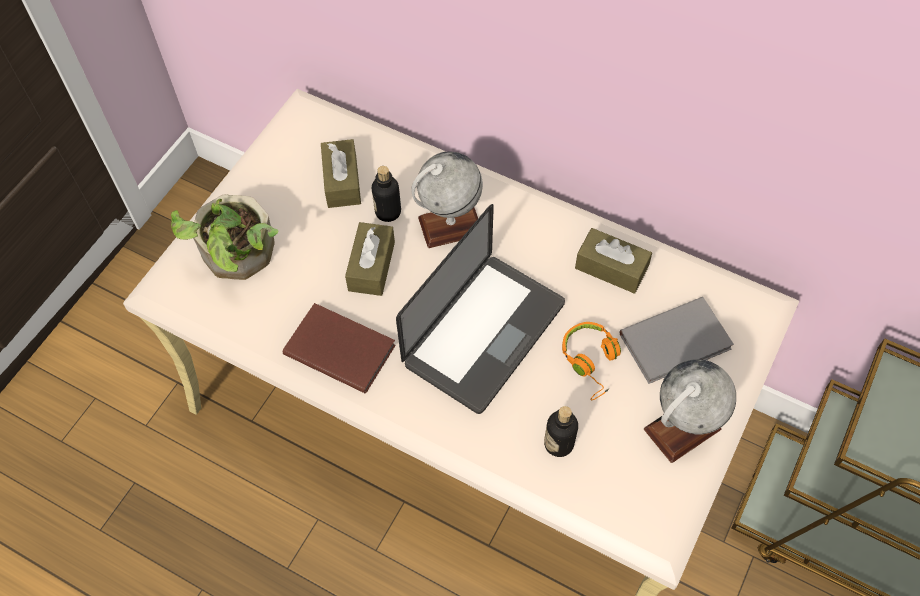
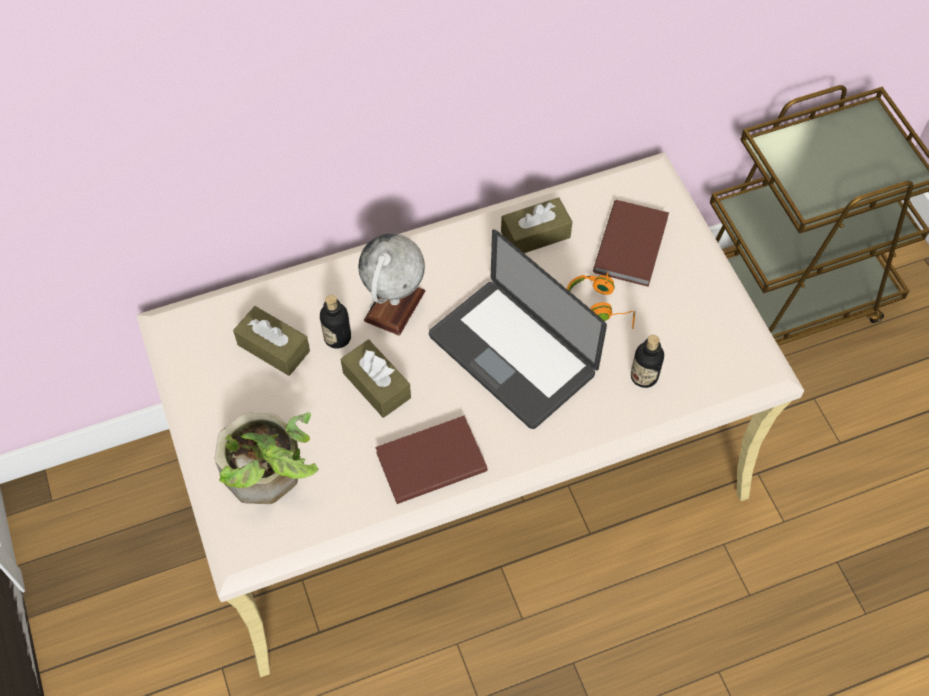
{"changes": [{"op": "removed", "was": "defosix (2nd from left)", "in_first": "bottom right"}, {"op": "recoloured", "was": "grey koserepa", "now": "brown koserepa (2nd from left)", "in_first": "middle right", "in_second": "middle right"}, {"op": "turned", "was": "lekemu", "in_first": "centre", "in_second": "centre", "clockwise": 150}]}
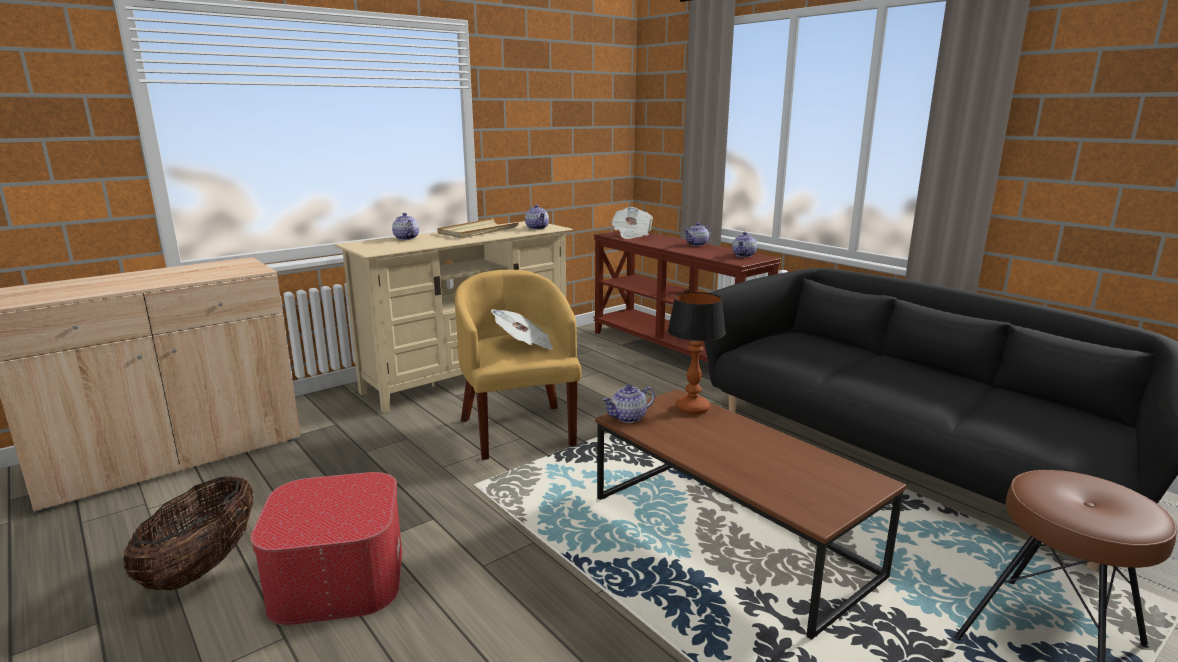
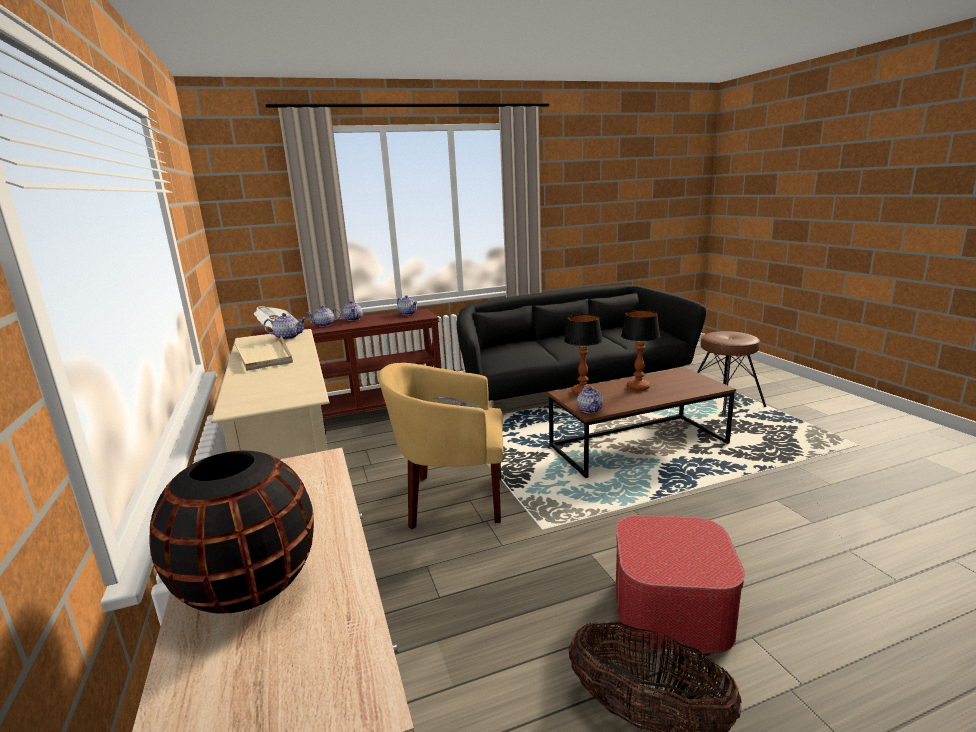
{"changes": [{"op": "added", "now": "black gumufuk", "in_second": "bottom left"}, {"op": "added", "now": "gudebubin (2nd from left)", "in_second": "centre"}, {"op": "moved", "was": "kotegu (1st from left in the first image)", "now": "kotegu (2nd from left)", "in_first": "centre", "in_second": "middle left"}]}
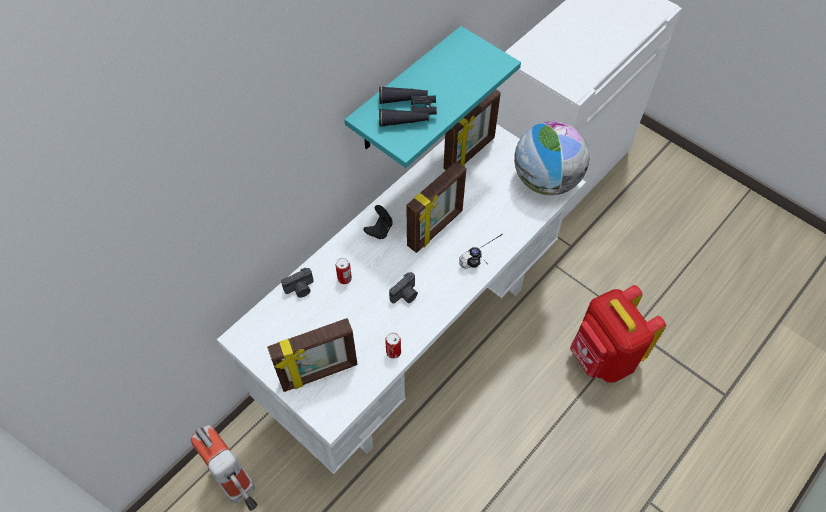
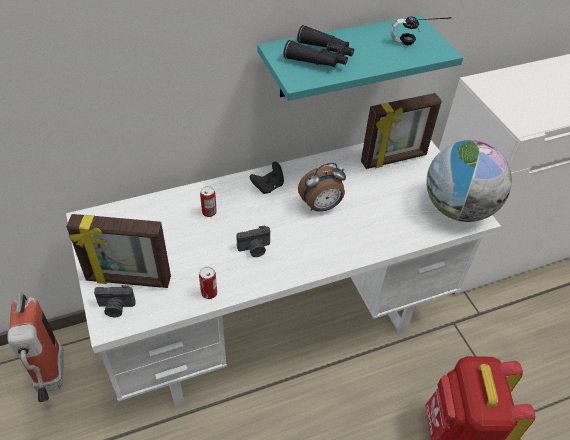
{"changes": [{"op": "moved", "was": "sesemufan (1st from left)", "in_first": "centre", "in_second": "bottom left"}, {"op": "moved", "was": "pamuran", "in_first": "centre", "in_second": "top right"}, {"op": "replaced", "was": "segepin (2nd from left)", "now": "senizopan", "in_first": "centre", "in_second": "centre"}]}
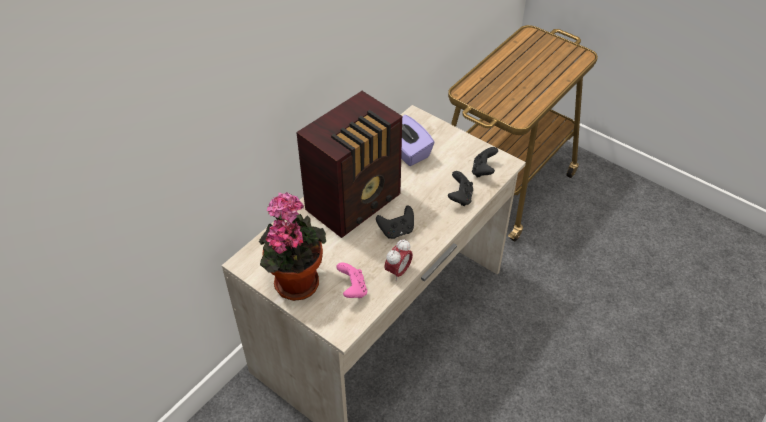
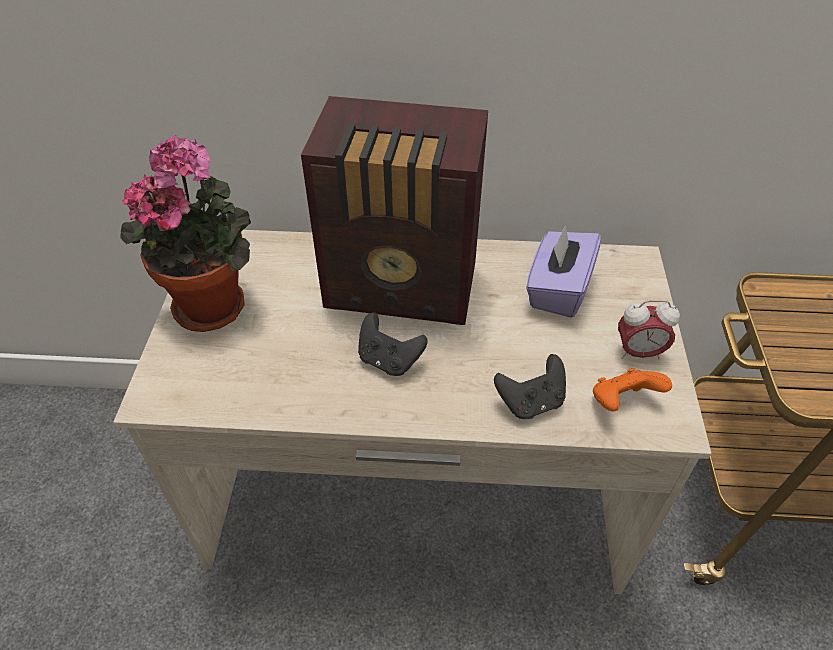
{"changes": [{"op": "removed", "was": "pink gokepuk", "in_first": "centre"}, {"op": "moved", "was": "senizopan", "in_first": "centre", "in_second": "middle right"}, {"op": "recoloured", "was": "black gokepuk (3rd from left)", "now": "orange gokepuk", "in_first": "centre", "in_second": "middle right"}]}
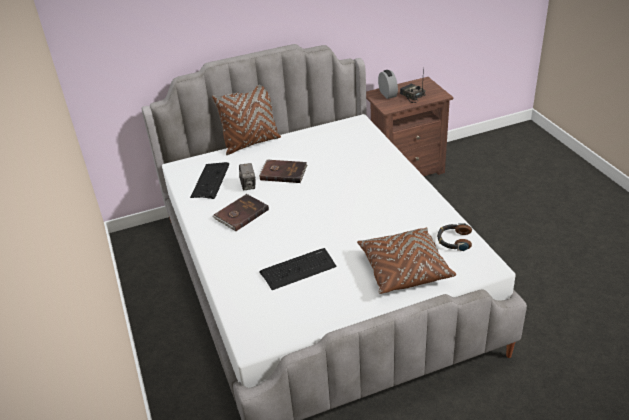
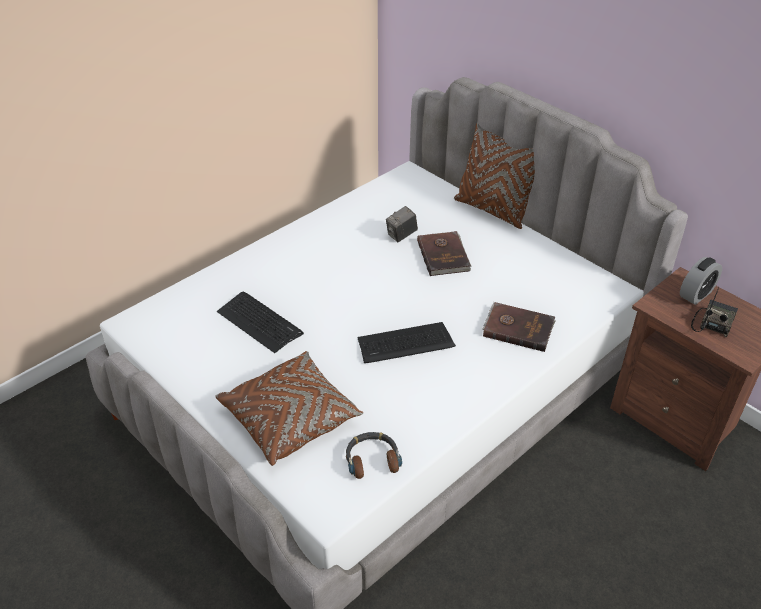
{"changes": [{"op": "moved", "was": "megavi (1st from left in the first image)", "now": "megavi (2nd from left)", "in_first": "middle left", "in_second": "centre"}, {"op": "moved", "was": "brown koserepa (1st from left in the first image)", "now": "brown koserepa (2nd from left)", "in_first": "centre", "in_second": "middle right"}]}
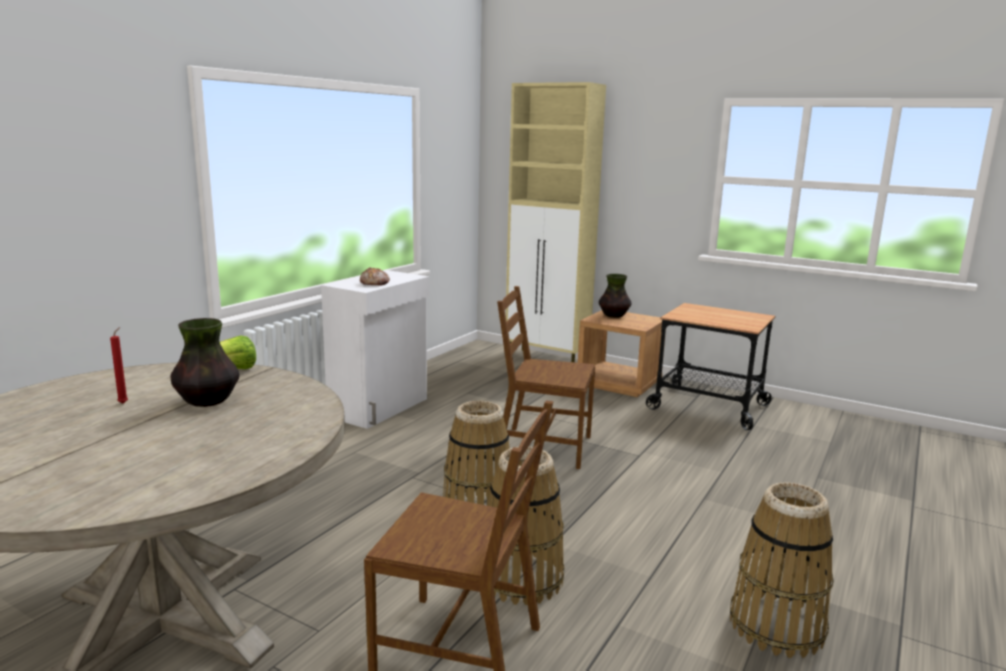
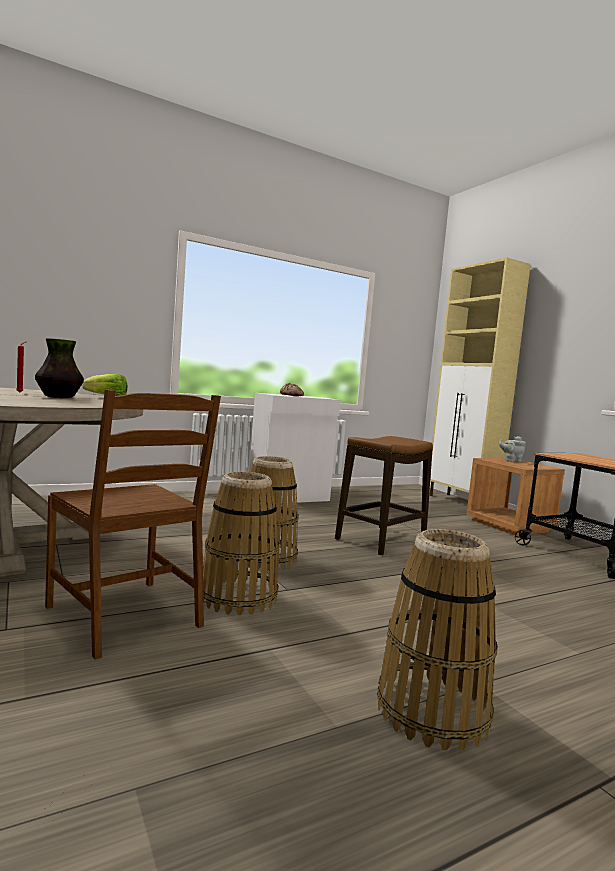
{"changes": [{"op": "replaced", "was": "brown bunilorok (2nd from left)", "now": "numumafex", "in_first": "centre", "in_second": "centre"}, {"op": "replaced", "was": "gumufuk (2nd from left)", "now": "grey kotegu", "in_first": "centre", "in_second": "middle right"}]}
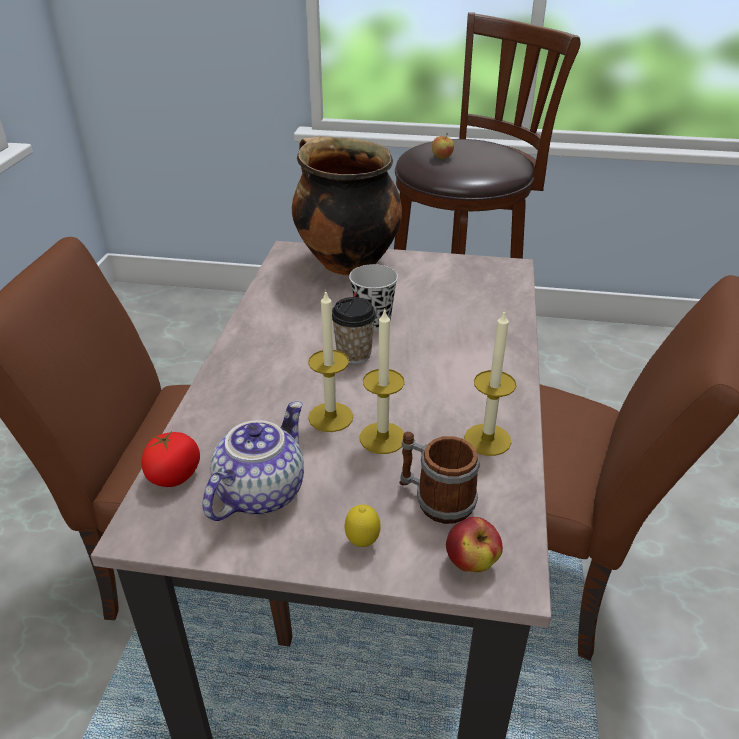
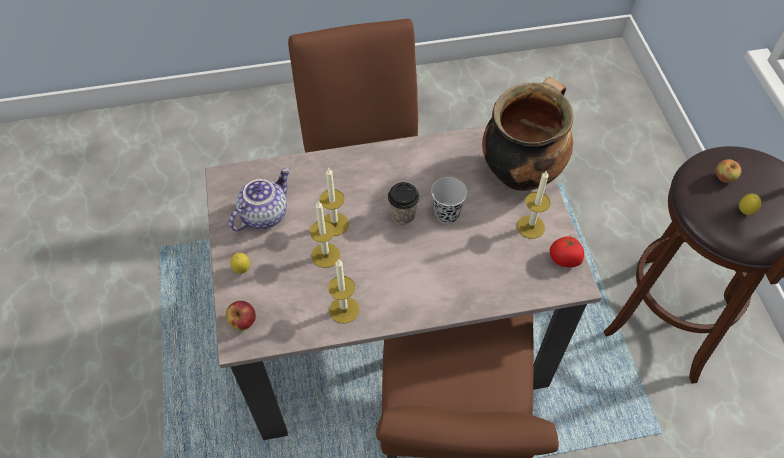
{"changes": [{"op": "removed", "was": "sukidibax", "in_first": "centre"}, {"op": "added", "now": "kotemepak (4th from left)", "in_second": "middle right"}, {"op": "added", "now": "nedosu (2nd from left)", "in_second": "middle right"}, {"op": "moved", "was": "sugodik", "in_first": "middle left", "in_second": "middle right"}, {"op": "turned", "was": "kotegu", "in_first": "centre", "in_second": "middle left", "clockwise": -60}]}
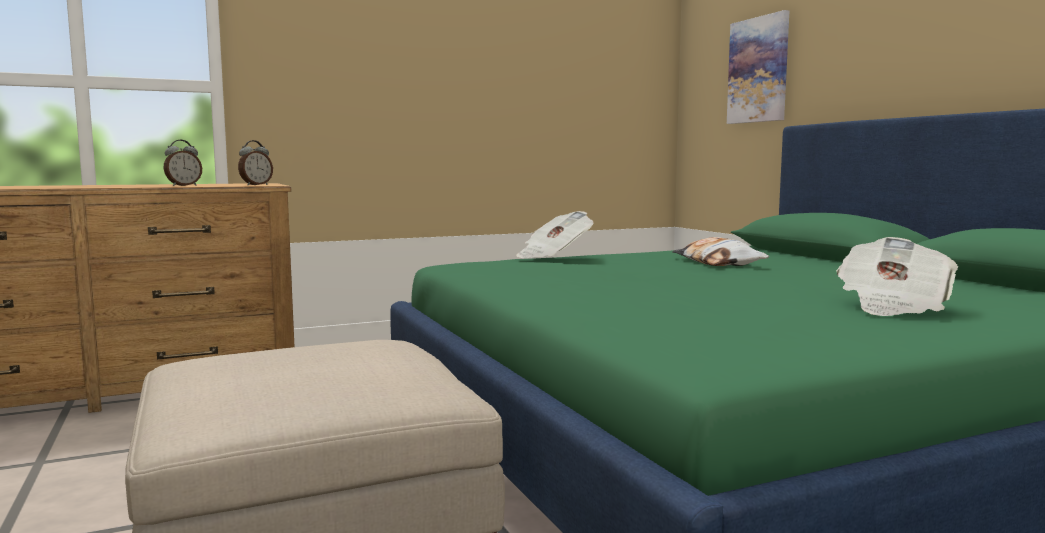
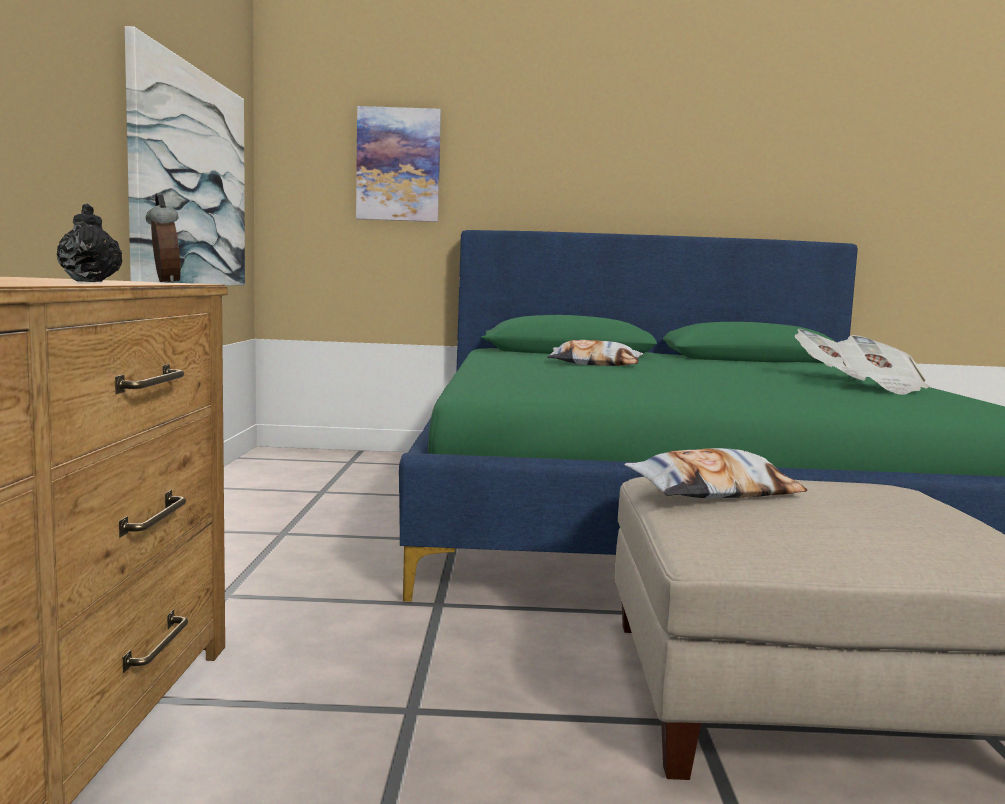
{"changes": [{"op": "added", "now": "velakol (1st from left)", "in_second": "top left"}, {"op": "added", "now": "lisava (2nd from left)", "in_second": "middle right"}, {"op": "moved", "was": "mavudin (1st from left in the first image)", "now": "mavudin (2nd from left)", "in_first": "centre", "in_second": "middle right"}, {"op": "replaced", "was": "senizopan (1st from left)", "now": "black kotegu", "in_first": "top left", "in_second": "top left"}]}
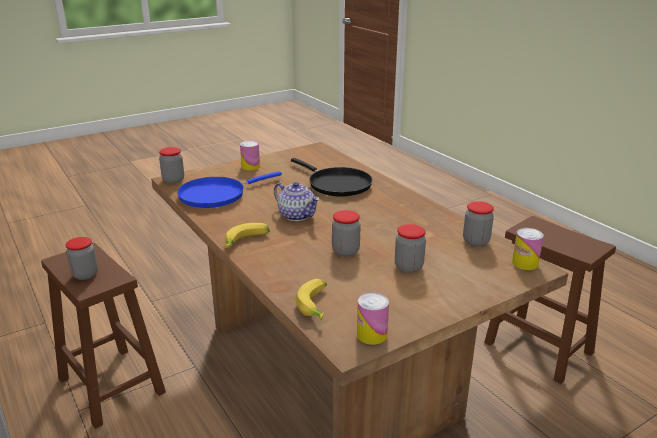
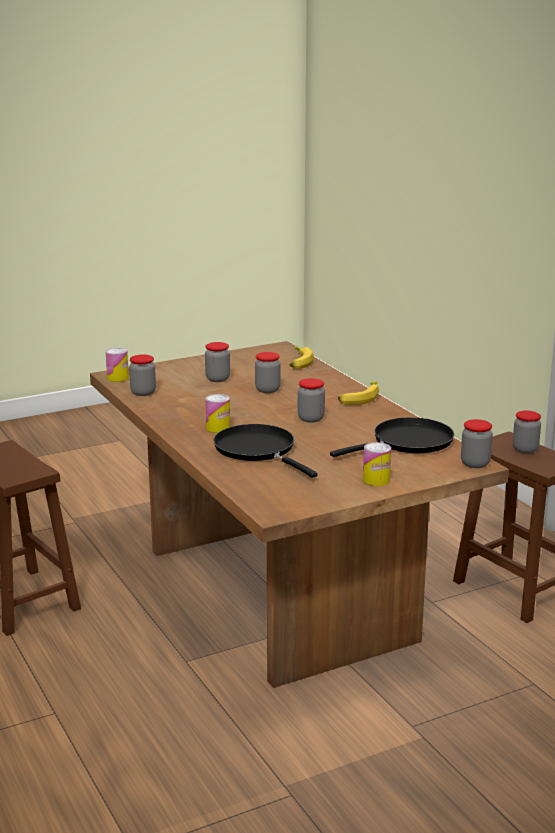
{"changes": [{"op": "moved", "was": "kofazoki (2nd from left)", "in_first": "bottom centre", "in_second": "centre"}, {"op": "replaced", "was": "kotegu", "now": "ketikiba (4th from left)", "in_first": "centre", "in_second": "centre"}, {"op": "recoloured", "was": "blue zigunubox", "now": "black zigunubox (2nd from left)", "in_first": "centre", "in_second": "middle right"}]}
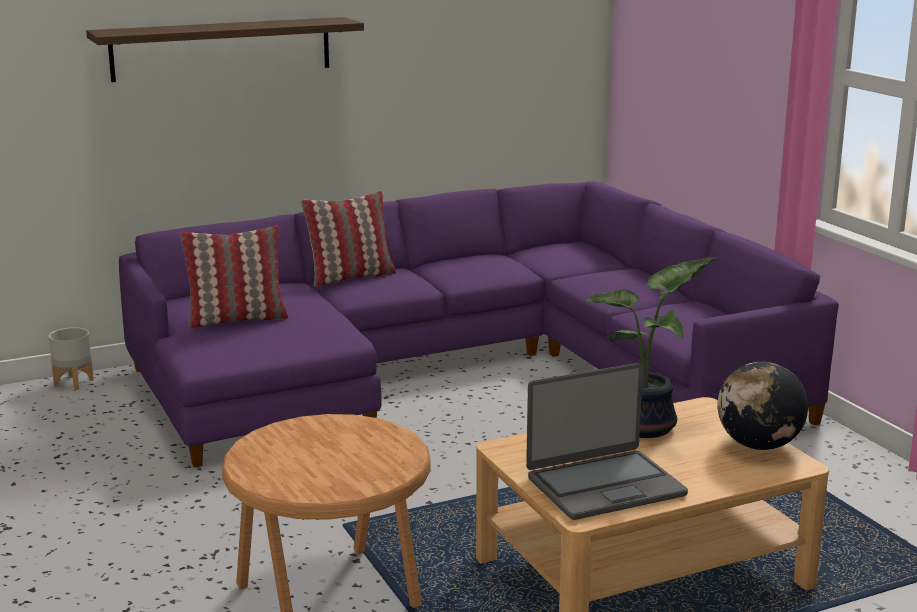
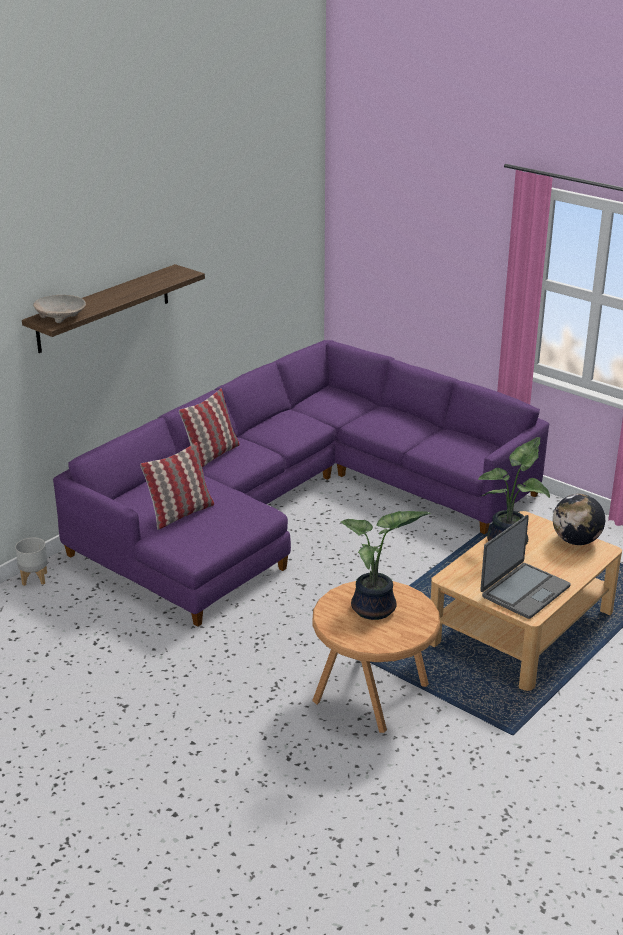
{"changes": [{"op": "added", "now": "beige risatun", "in_second": "top left"}, {"op": "added", "now": "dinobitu (1st from left)", "in_second": "centre"}]}
